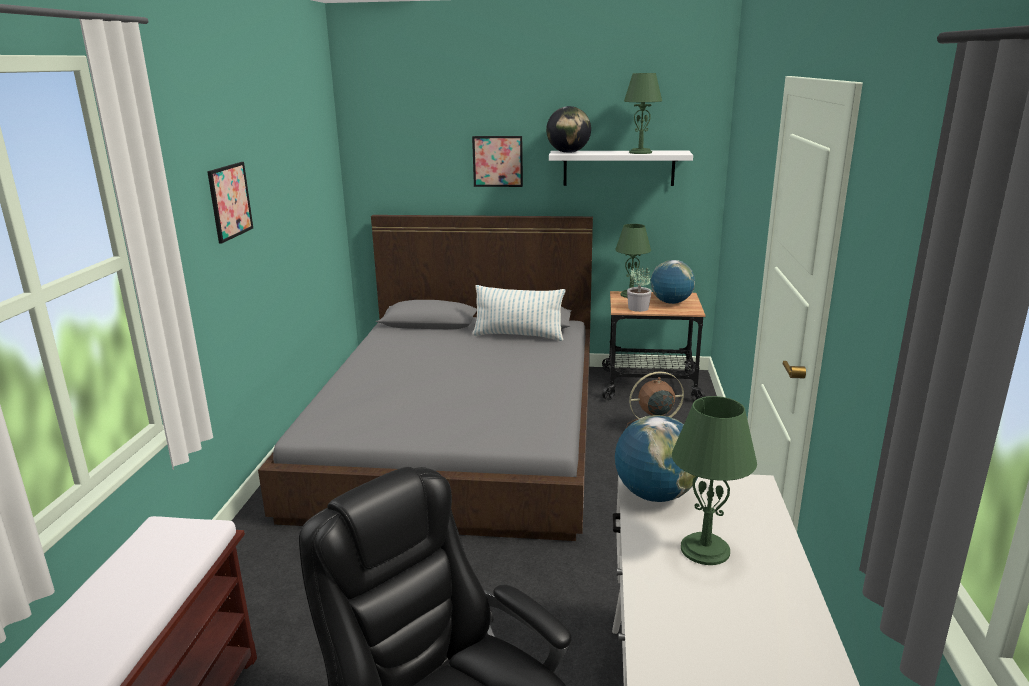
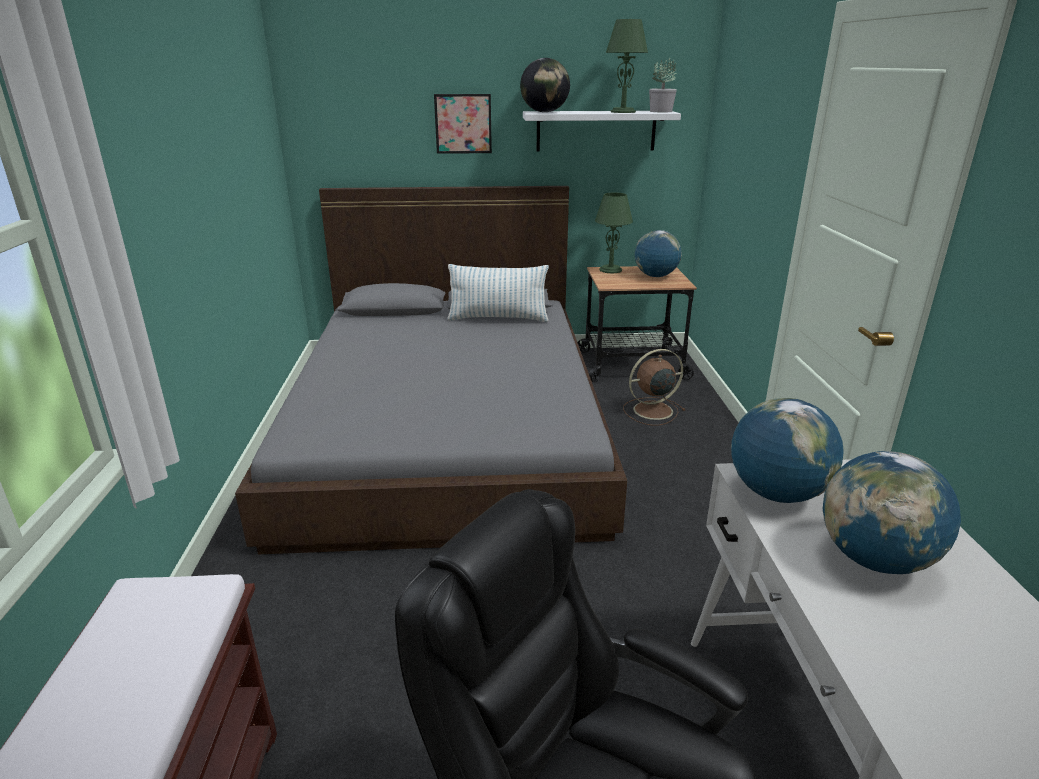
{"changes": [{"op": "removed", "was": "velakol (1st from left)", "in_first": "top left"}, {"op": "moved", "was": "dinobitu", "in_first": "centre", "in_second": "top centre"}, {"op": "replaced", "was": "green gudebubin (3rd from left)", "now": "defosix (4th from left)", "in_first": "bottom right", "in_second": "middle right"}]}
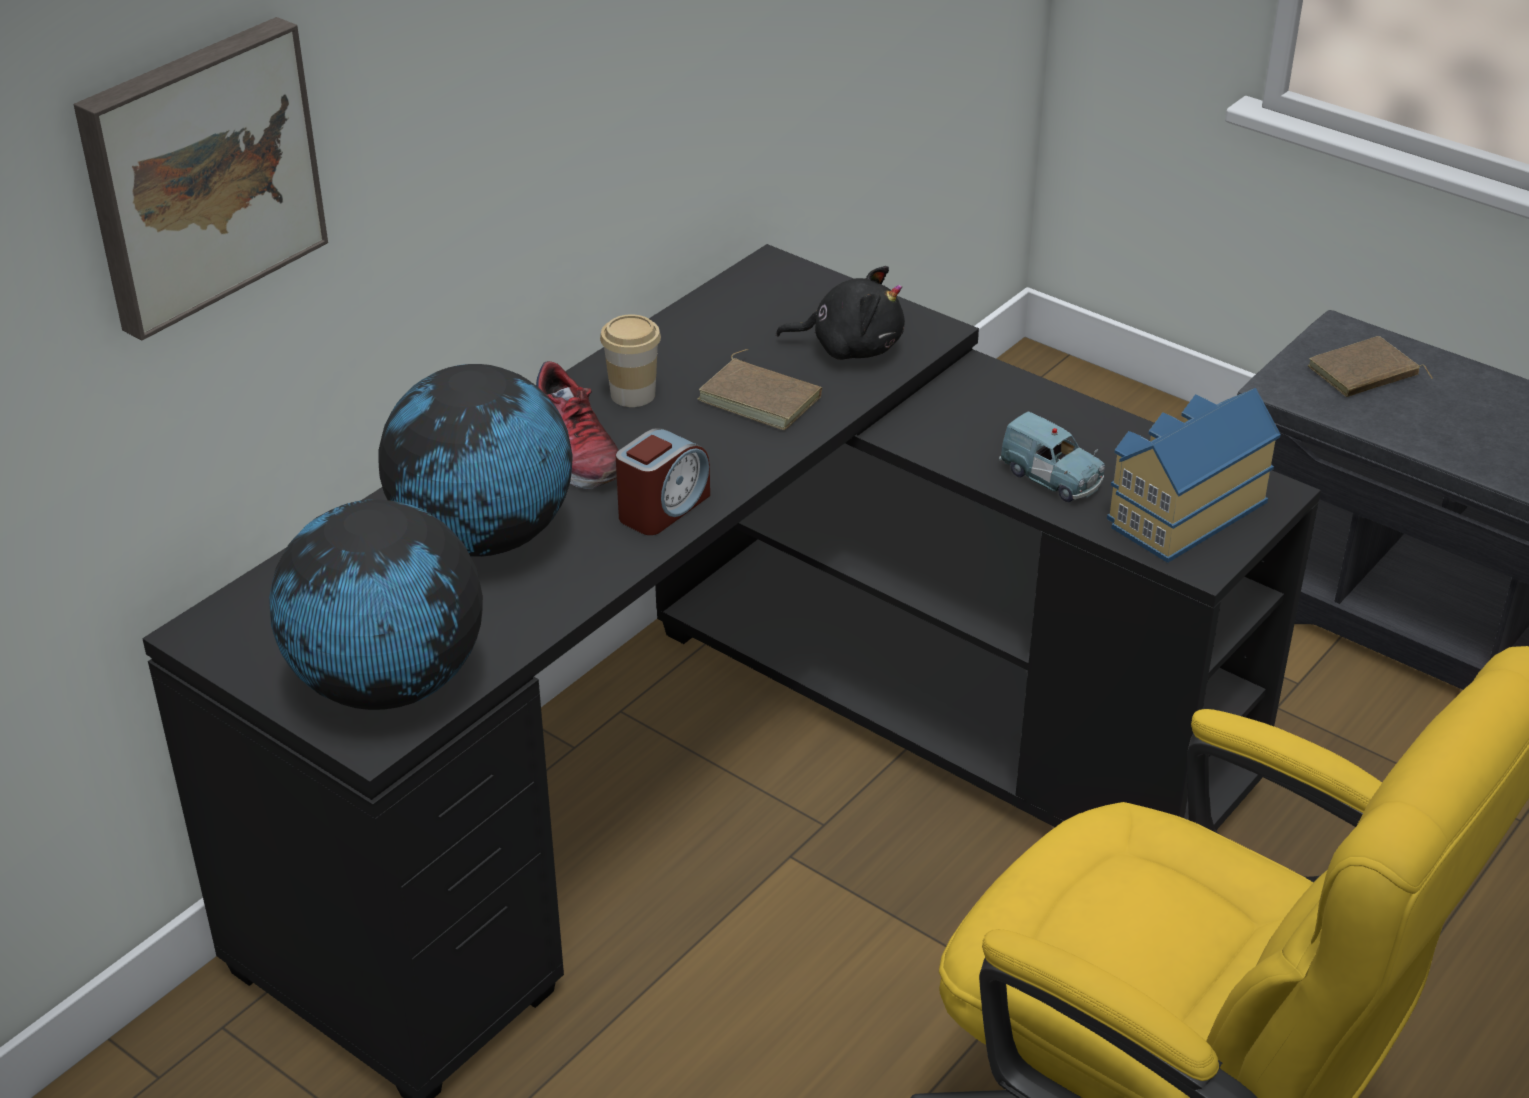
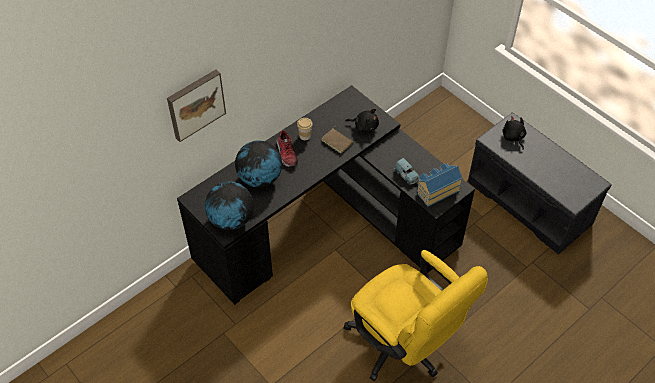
{"changes": [{"op": "removed", "was": "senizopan", "in_first": "centre"}, {"op": "replaced", "was": "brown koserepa (2nd from left)", "now": "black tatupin (2nd from left)", "in_first": "middle right", "in_second": "middle right"}]}
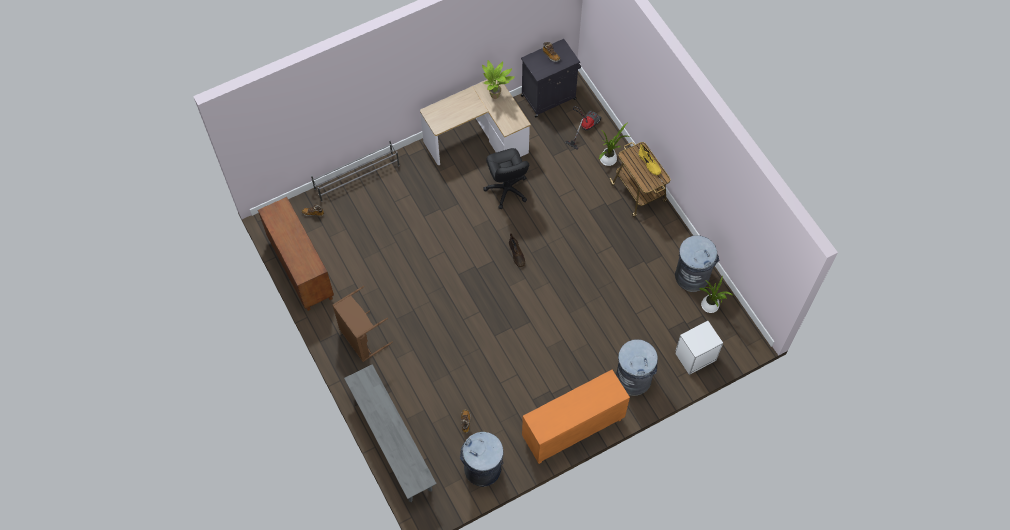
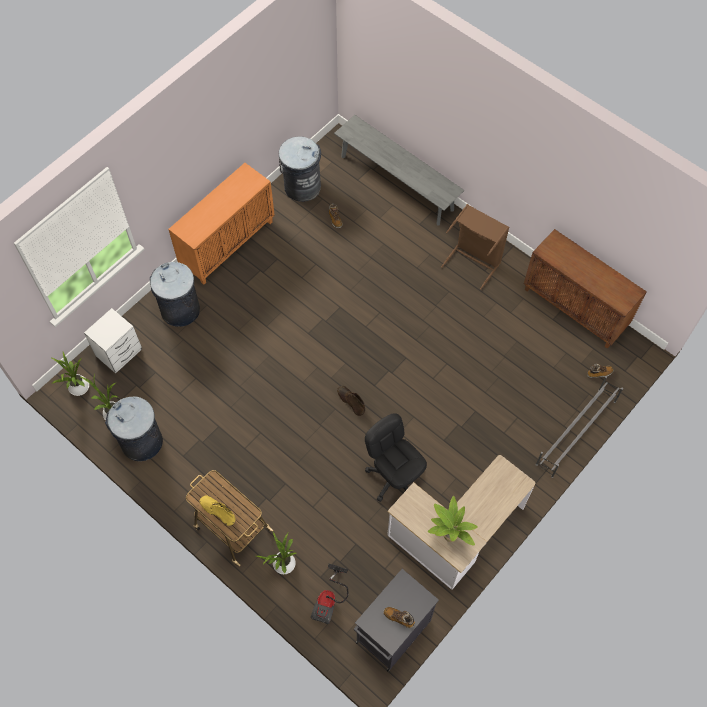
{"changes": [{"op": "added", "now": "dinobitu (1st from left)", "in_second": "middle left"}]}
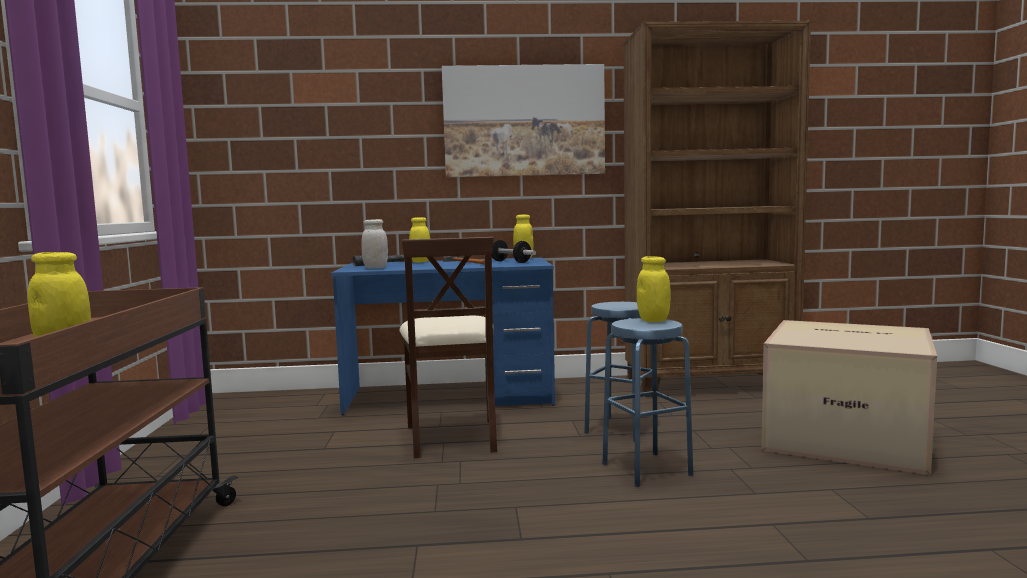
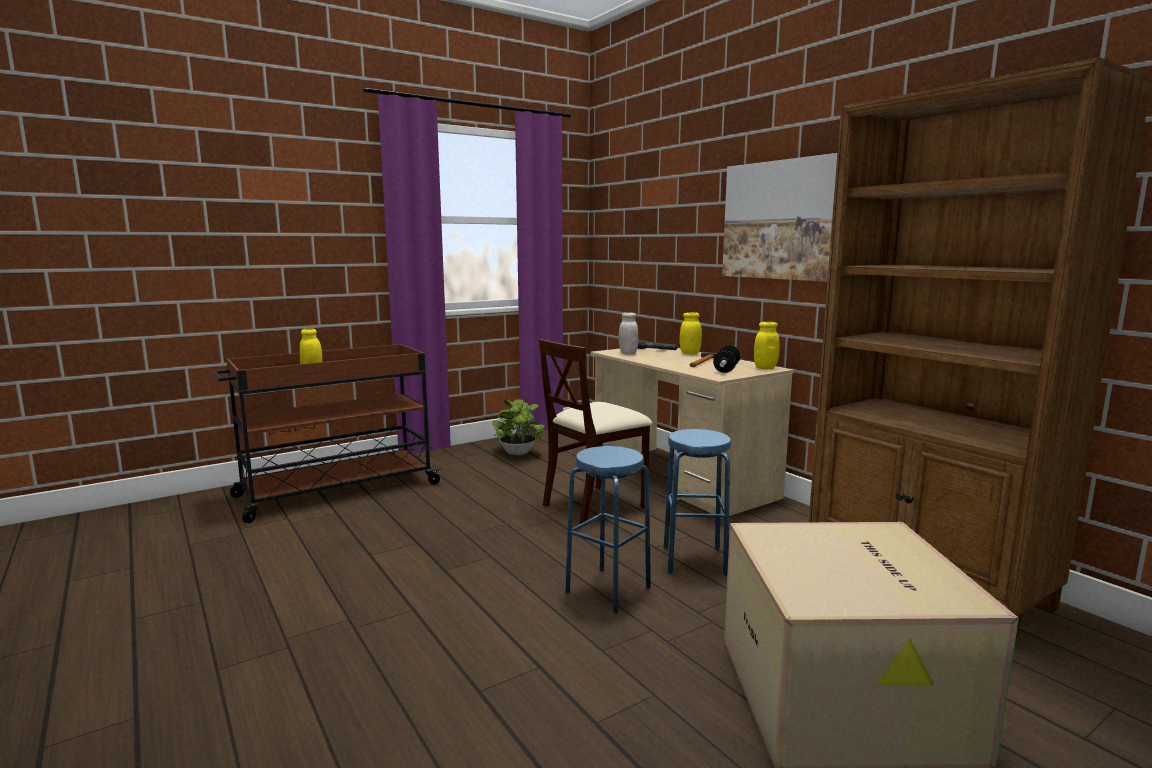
{"changes": [{"op": "removed", "was": "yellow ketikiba (4th from left)", "in_first": "centre"}, {"op": "added", "now": "dinobitu", "in_second": "centre"}, {"op": "recoloured", "was": "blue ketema", "now": "beige ketema", "in_first": "centre", "in_second": "centre"}]}
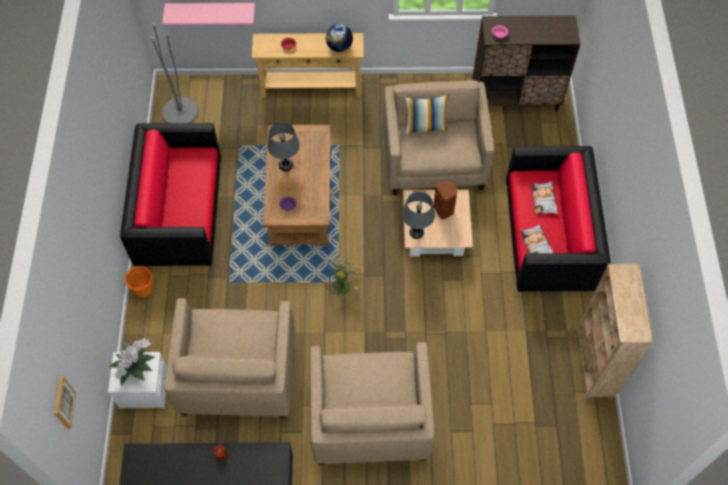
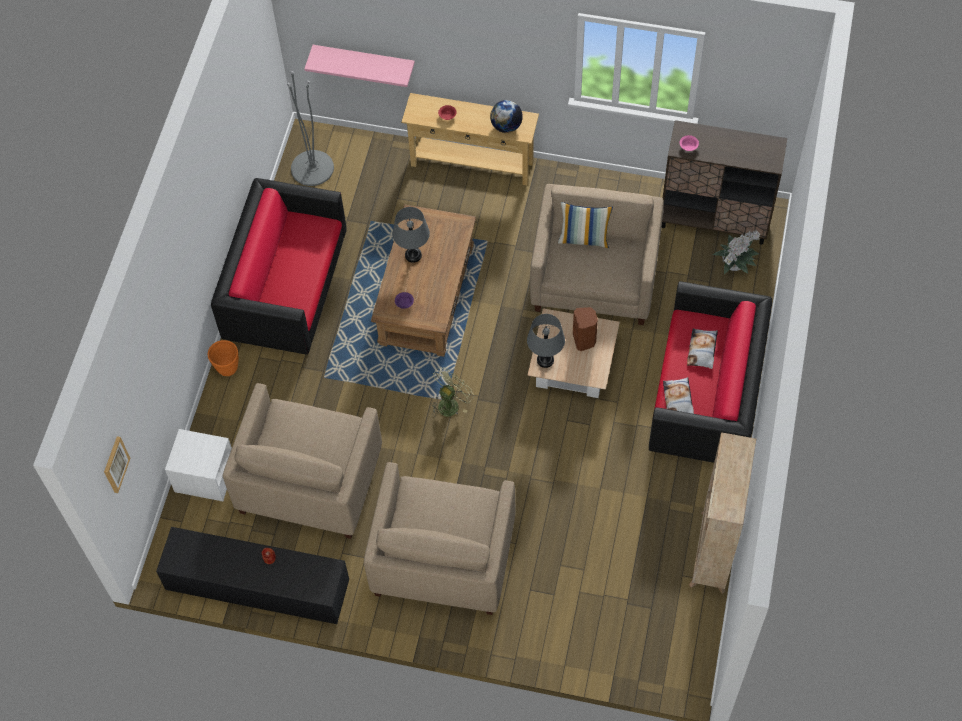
{"changes": [{"op": "moved", "was": "dinobitu", "in_first": "bottom left", "in_second": "middle right"}]}
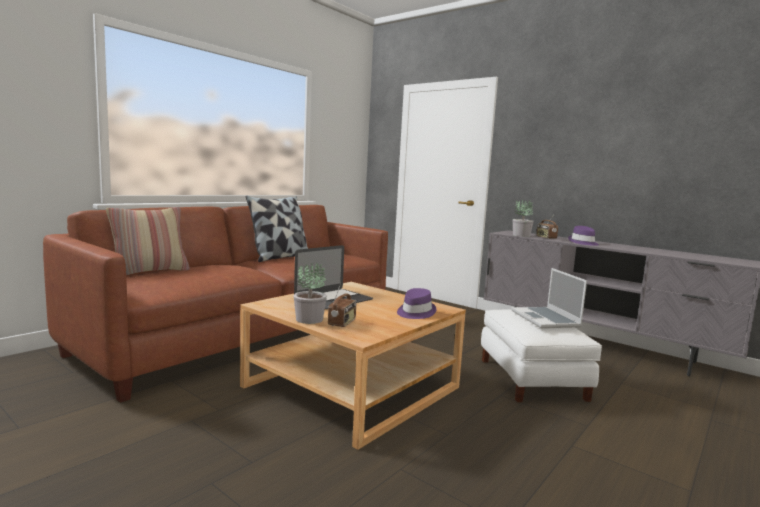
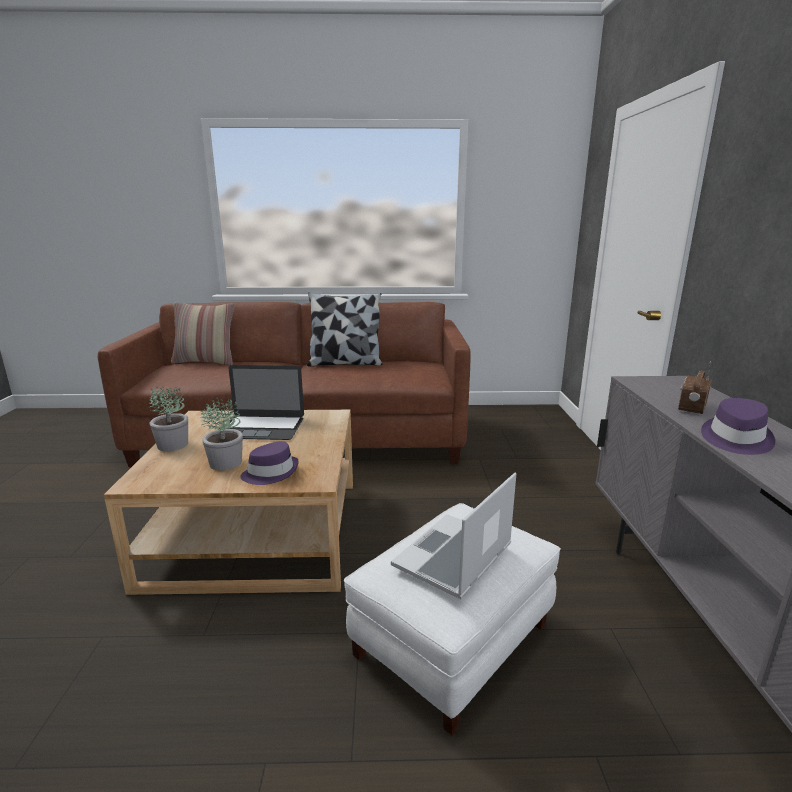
{"changes": [{"op": "removed", "was": "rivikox (1st from left)", "in_first": "centre"}, {"op": "moved", "was": "dinobitu (2nd from left)", "in_first": "middle right", "in_second": "middle left"}]}
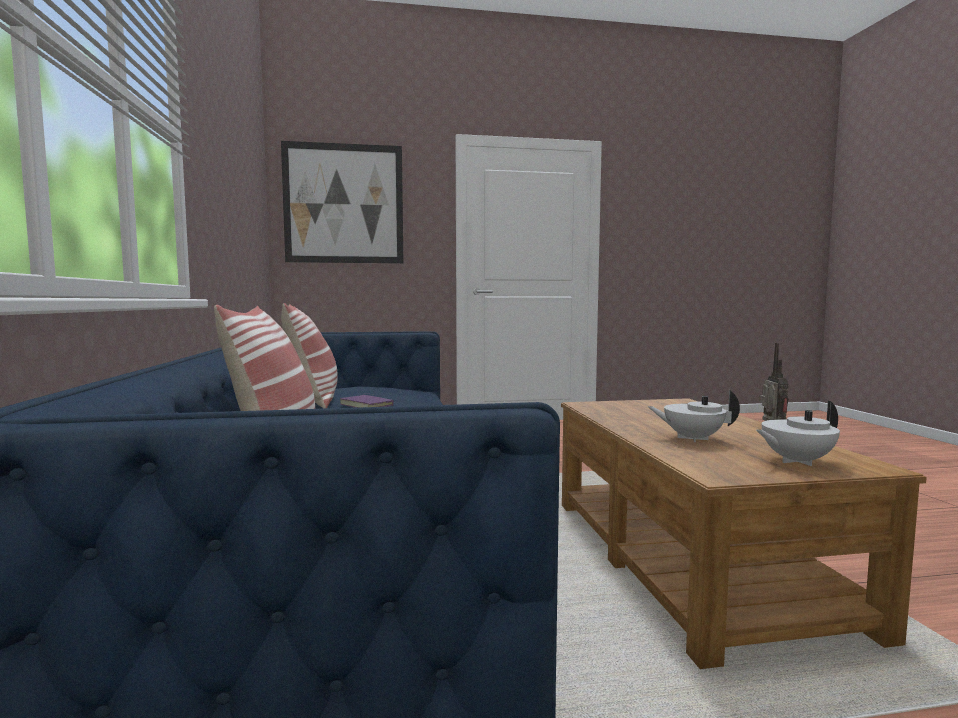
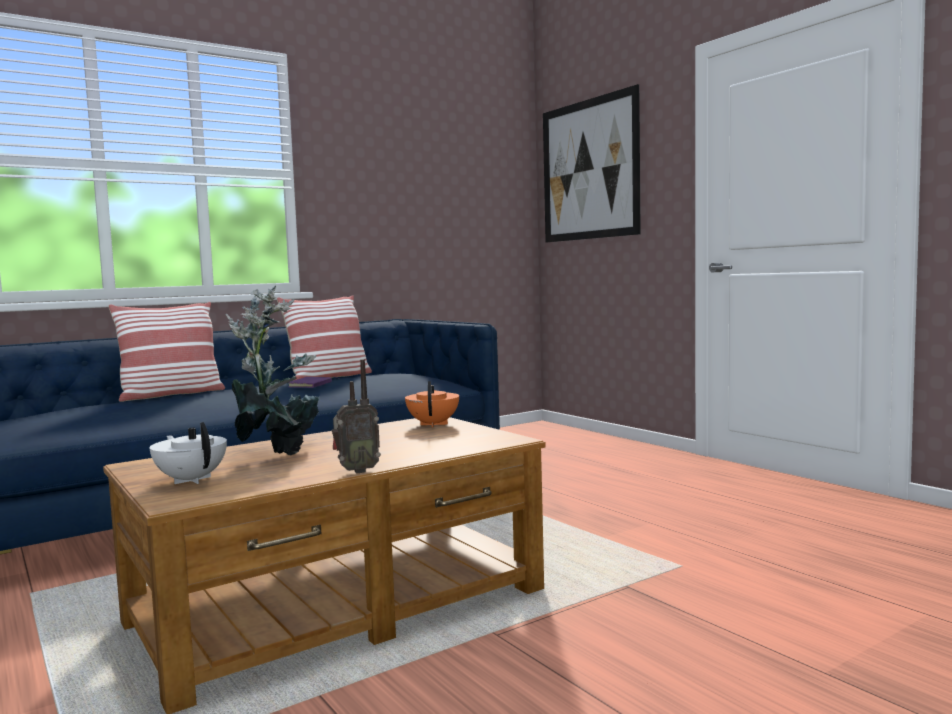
{"changes": [{"op": "added", "now": "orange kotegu", "in_second": "centre"}, {"op": "replaced", "was": "white kotegu (1st from left)", "now": "dinobitu", "in_first": "middle right", "in_second": "middle left"}]}
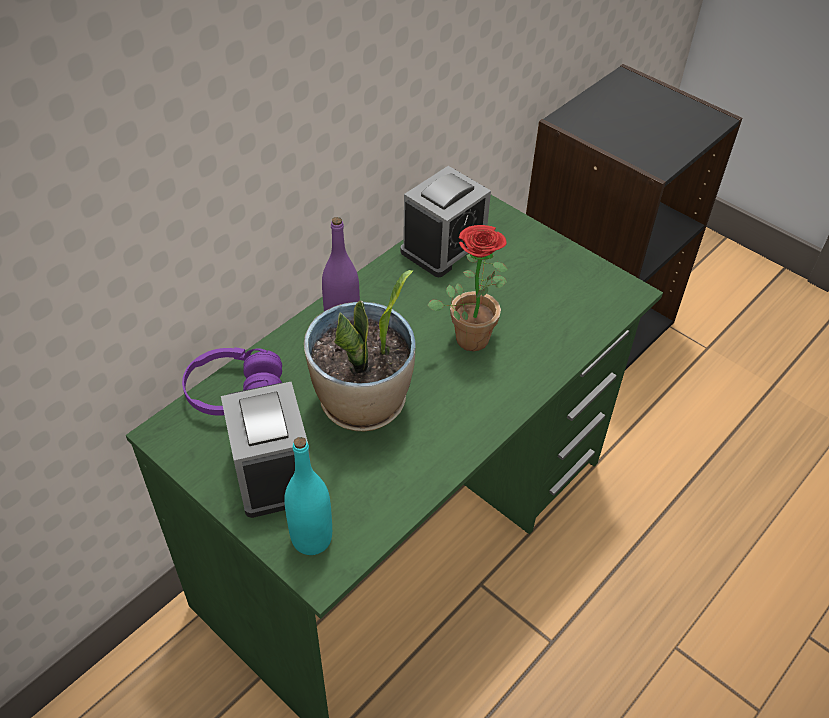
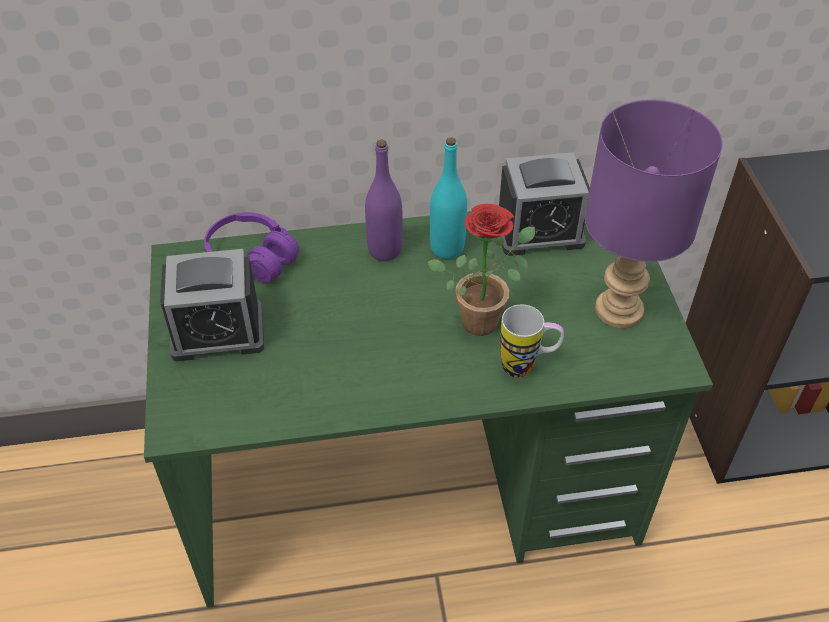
{"changes": [{"op": "removed", "was": "dinobitu (1st from left)", "in_first": "centre"}, {"op": "added", "now": "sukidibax", "in_second": "centre"}, {"op": "added", "now": "purple gudebubin", "in_second": "middle right"}, {"op": "moved", "was": "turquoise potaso", "in_first": "bottom centre", "in_second": "top centre"}, {"op": "turned", "was": "senizopan (1st from left)", "in_first": "middle left", "in_second": "middle left", "clockwise": 60}]}
